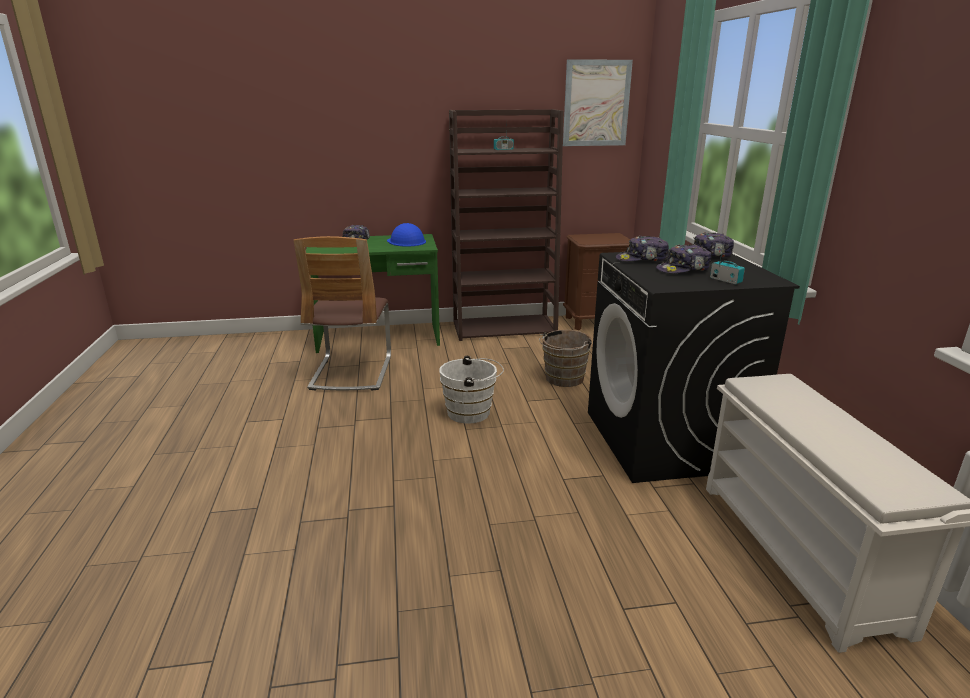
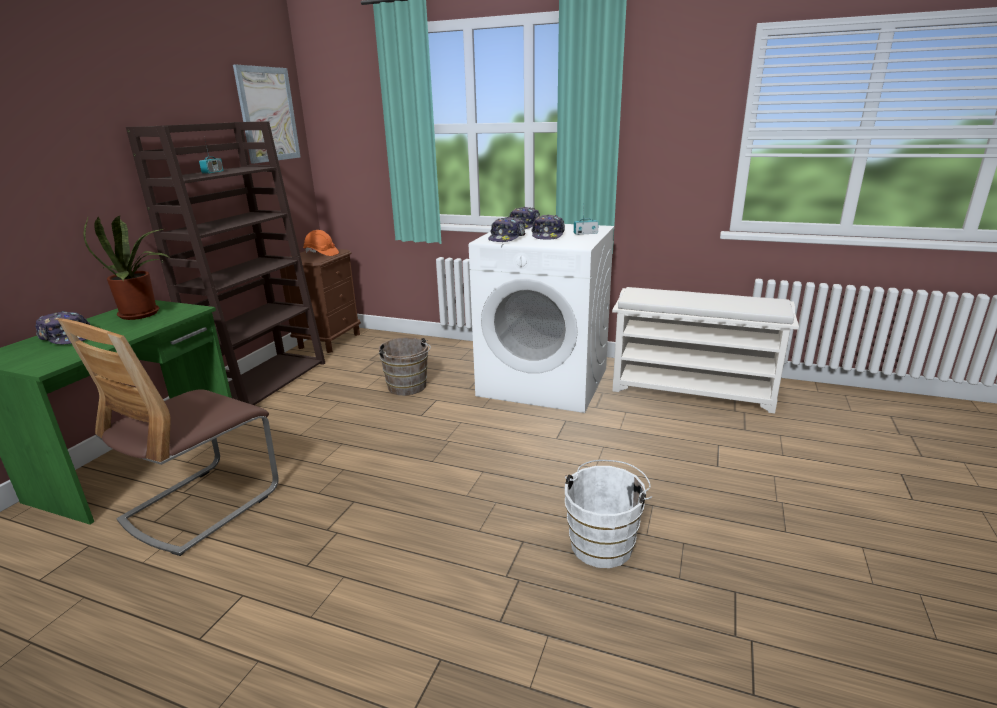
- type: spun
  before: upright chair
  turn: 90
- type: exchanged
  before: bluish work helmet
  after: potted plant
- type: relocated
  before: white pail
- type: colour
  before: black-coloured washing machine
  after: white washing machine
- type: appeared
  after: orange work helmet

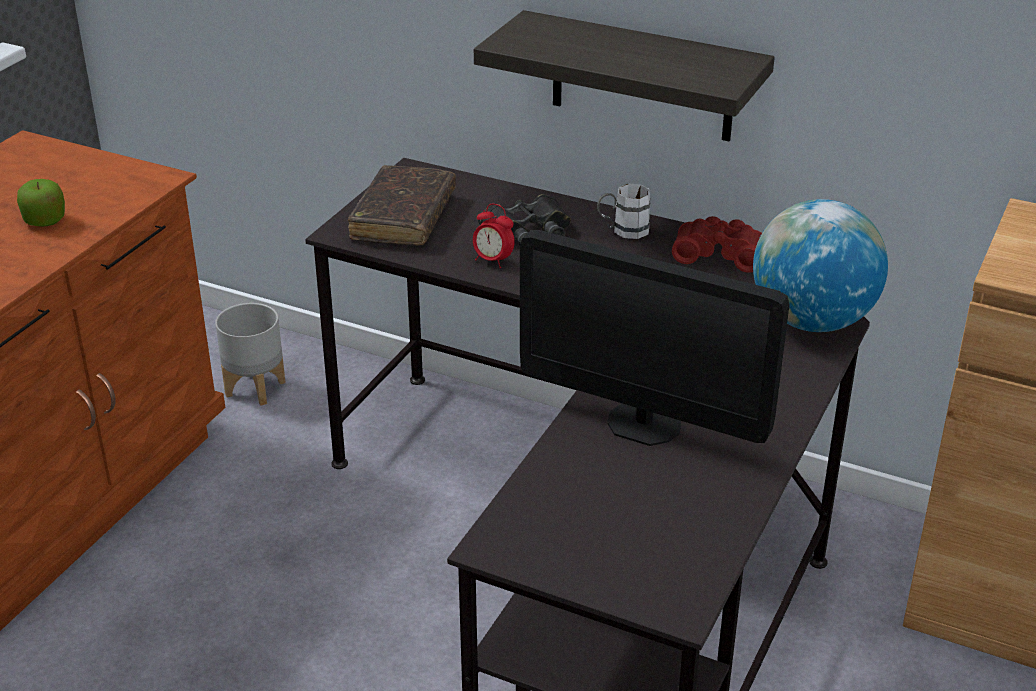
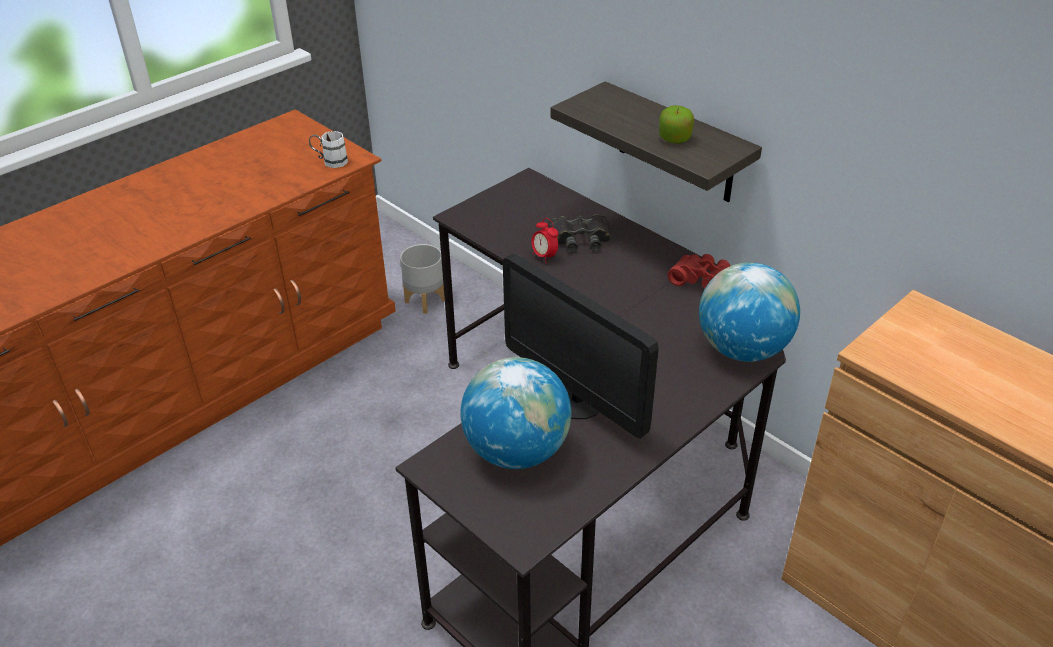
- type: relocated
  before: whole apple
- type: missing
  before: brown volume
- type: relocated
  before: white mug
- type: appeared
  after: globe (no. 1 from left)

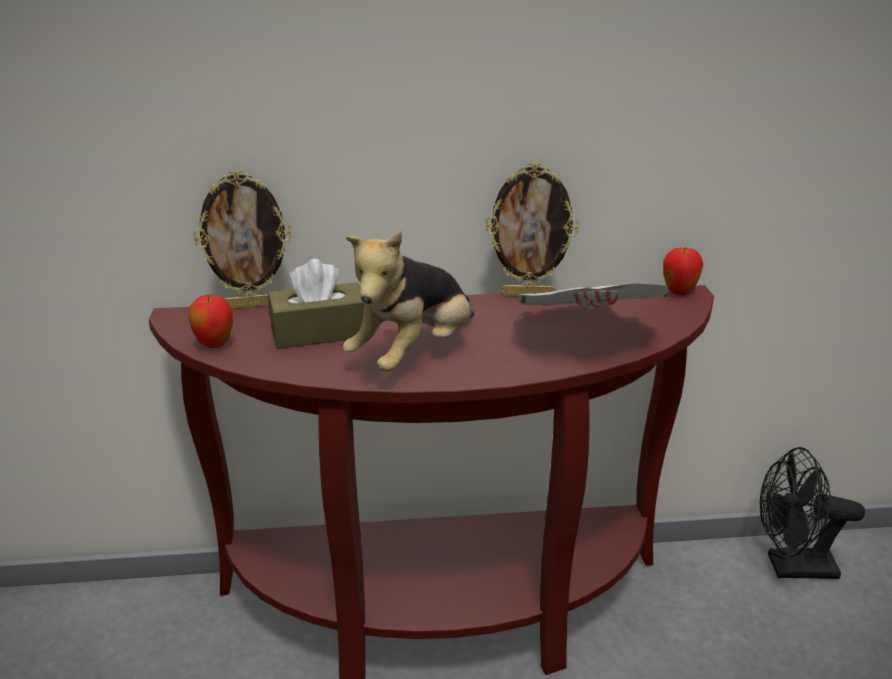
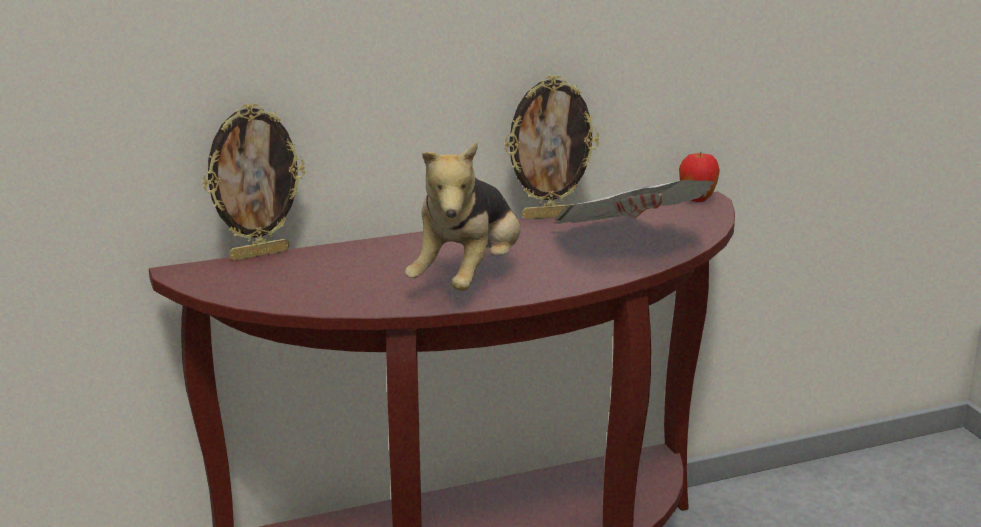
- type: missing
  before: whole apple (no. 1 from left)
- type: missing
  before: brown tissue holder
- type: missing
  before: black-coloured fan

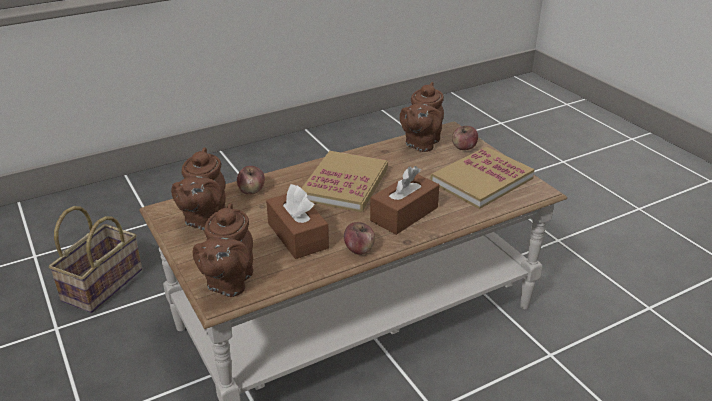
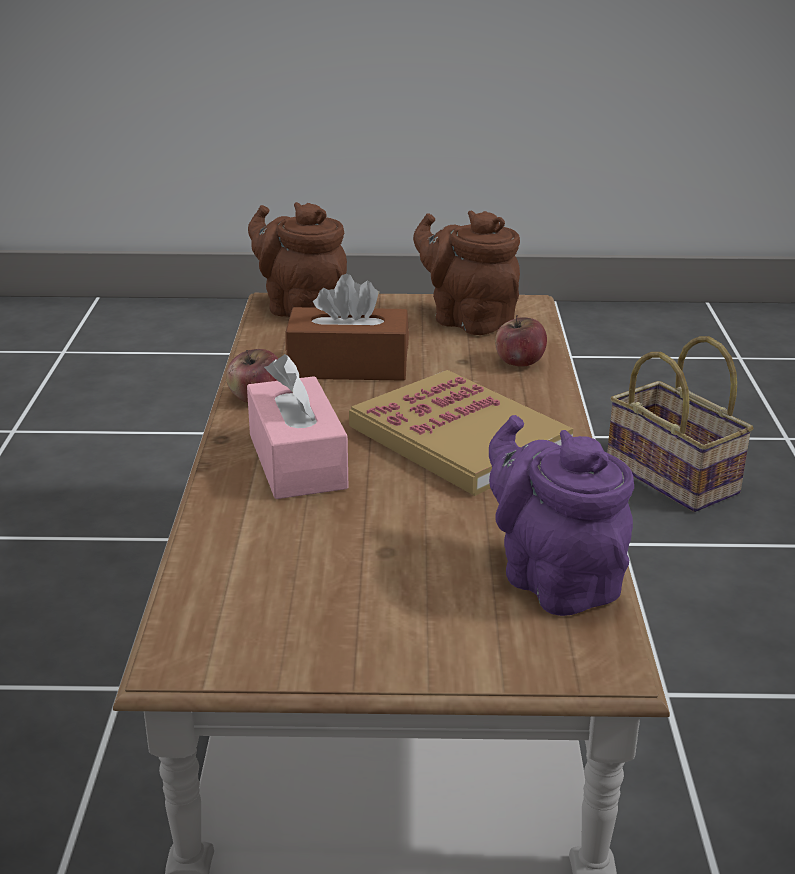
- type: colour
  before: brown tissue holder (no. 2 from left)
  after: pink-coloured tissue holder
- type: colour
  before: brown tea pot (no. 3 from left)
  after: purple tea pot
- type: missing
  before: volume (no. 2 from left)
- type: missing
  before: whole apple (no. 3 from left)

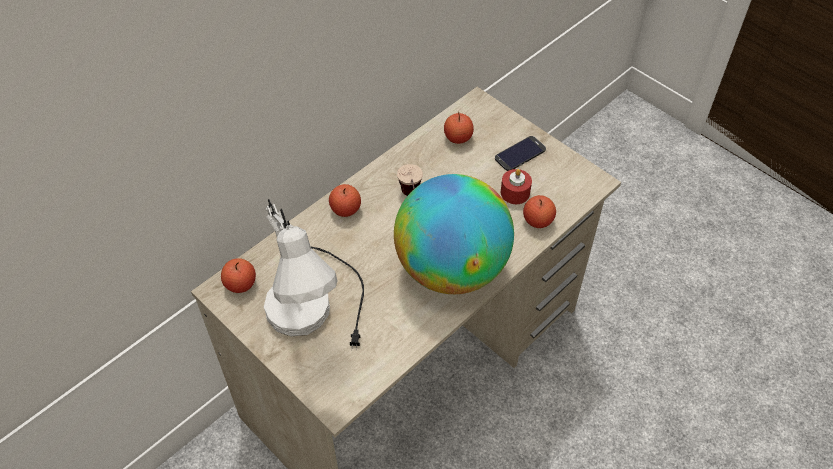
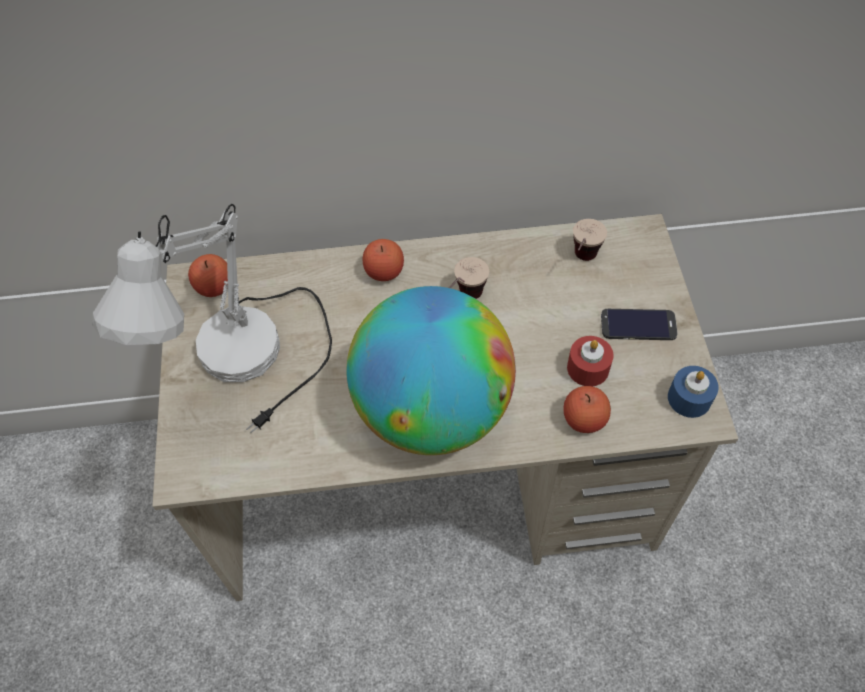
- type: exchanged
  before: whole apple (no. 3 from left)
  after: drinking cup (no. 2 from left)
- type: appeared
  after: bluish wax light

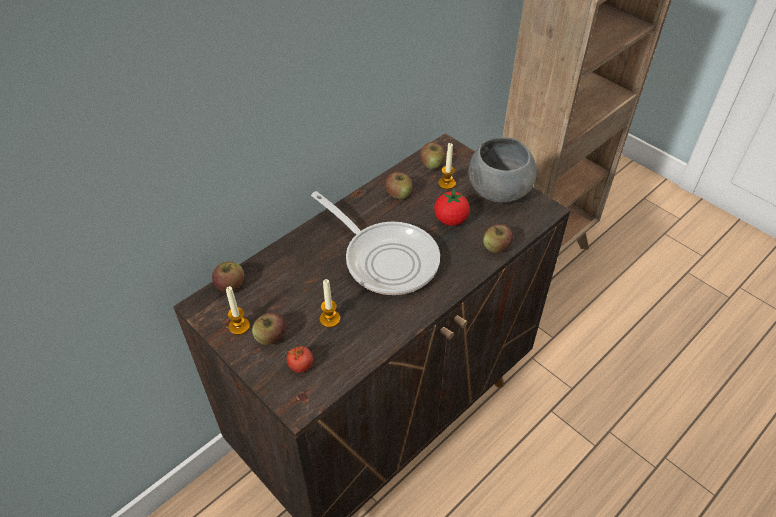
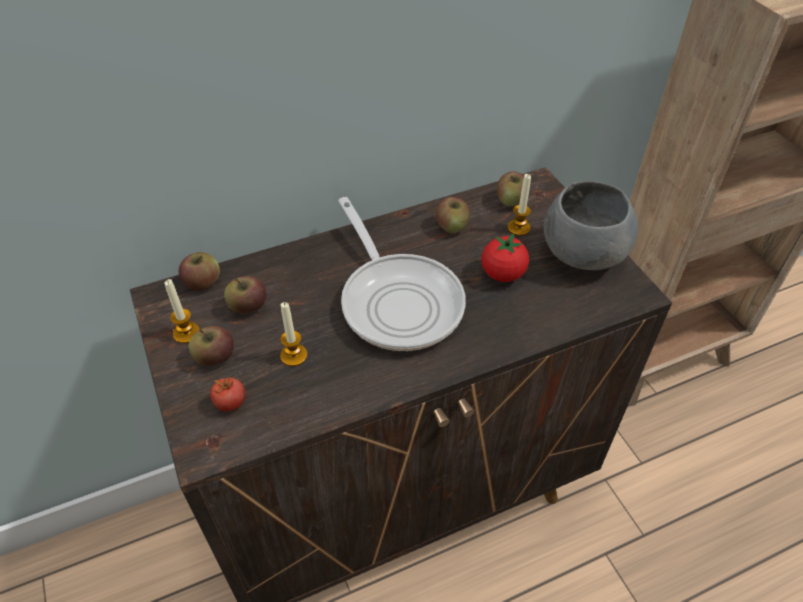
- type: relocated
  before: whole apple (no. 5 from left in the first image)
  after: whole apple (no. 3 from left)

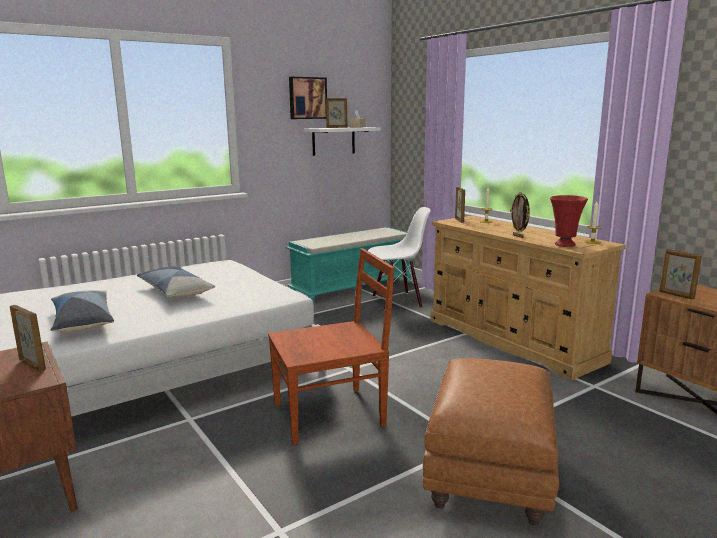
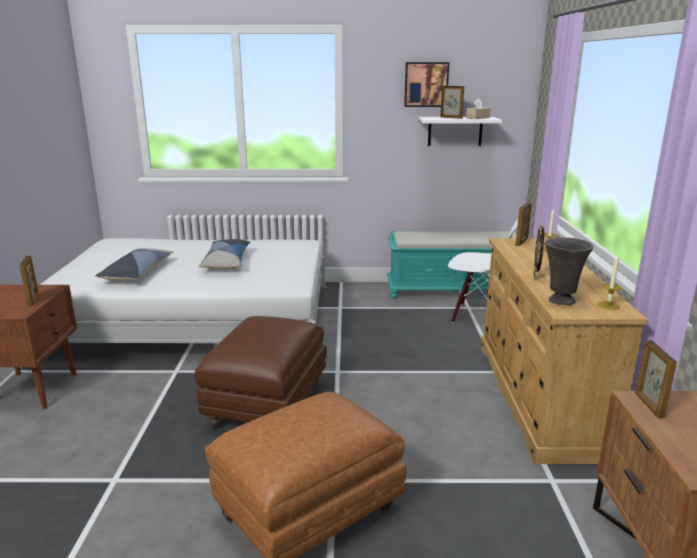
- type: exchanged
  before: brown upright chair
  after: brown pouffe (no. 1 from left)
- type: colour
  before: red-coloured flower vase
  after: gray flower vase

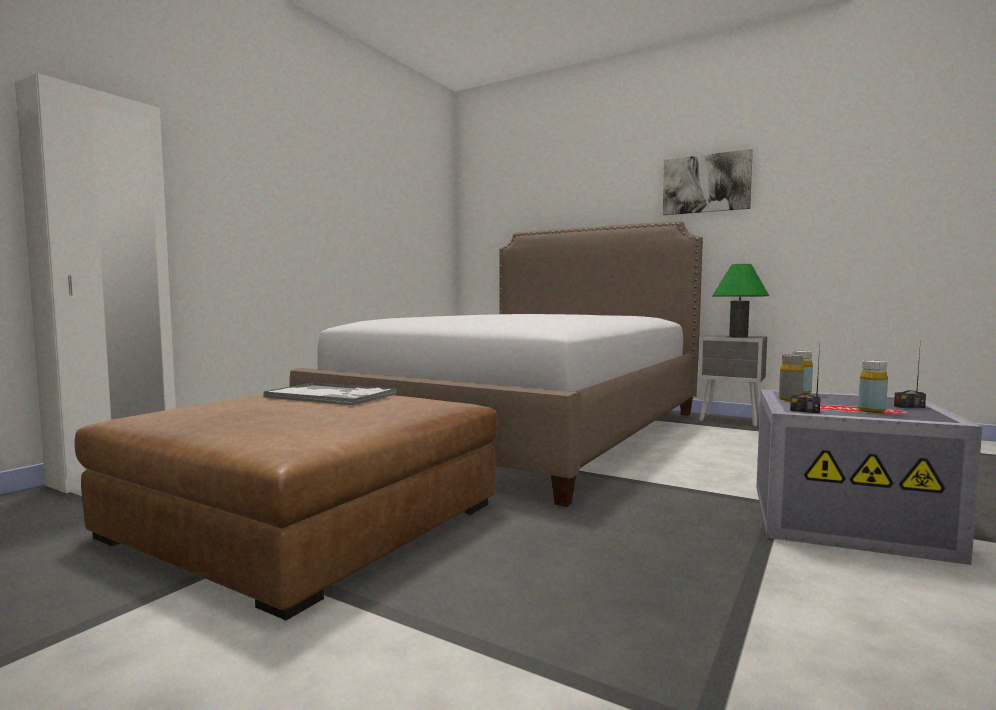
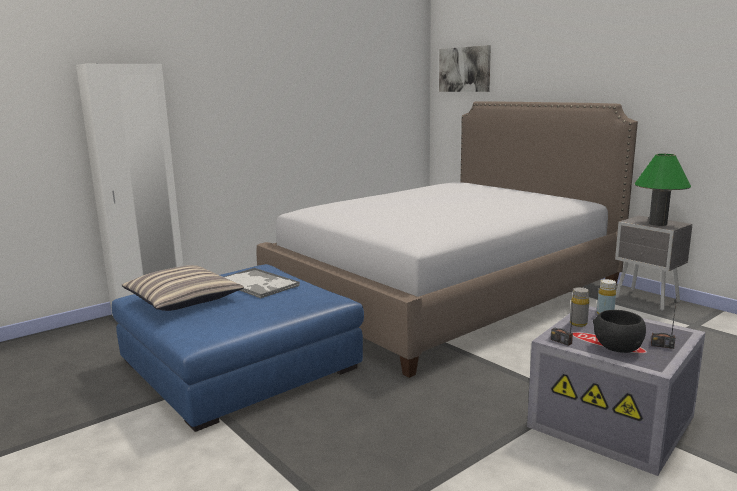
- type: colour
  before: brown pouffe
  after: bluish pouffe
- type: relocated
  before: wall picture
- type: exchanged
  before: yellowish bottle (no. 2 from left)
  after: black-coloured serving bowl
- type: appeared
  after: pillow

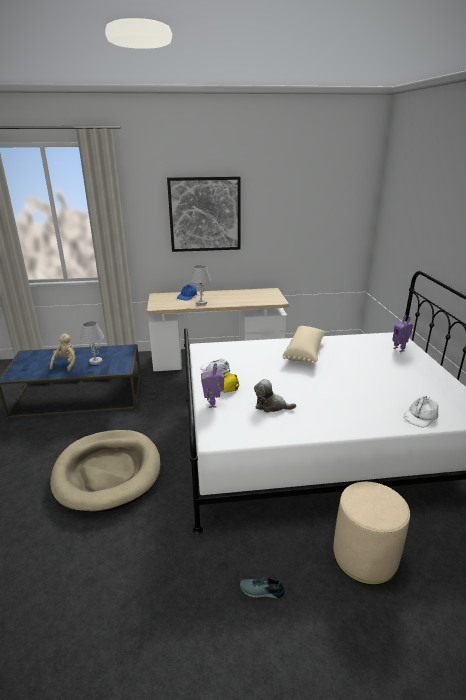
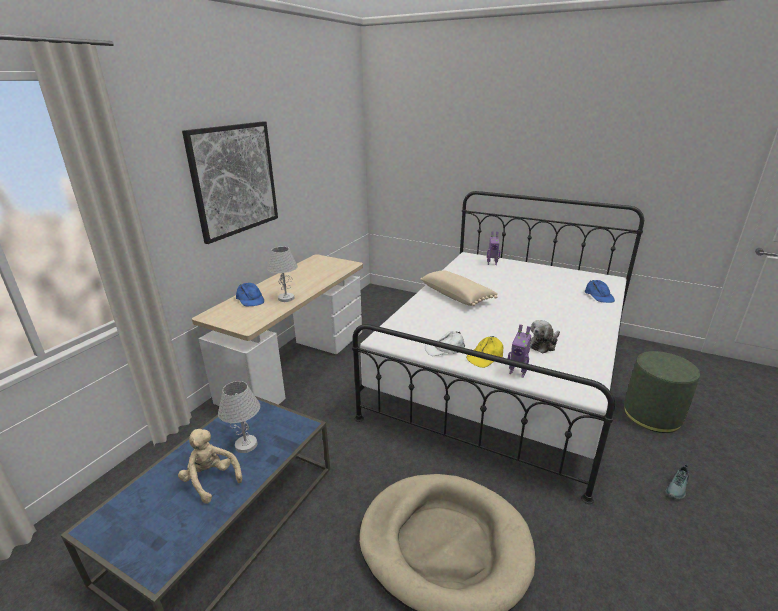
- type: colour
  before: beige pouffe
  after: greenish pouffe
- type: colour
  before: white peaked cap (no. 2 from left)
  after: bluish peaked cap (no. 2 from left)

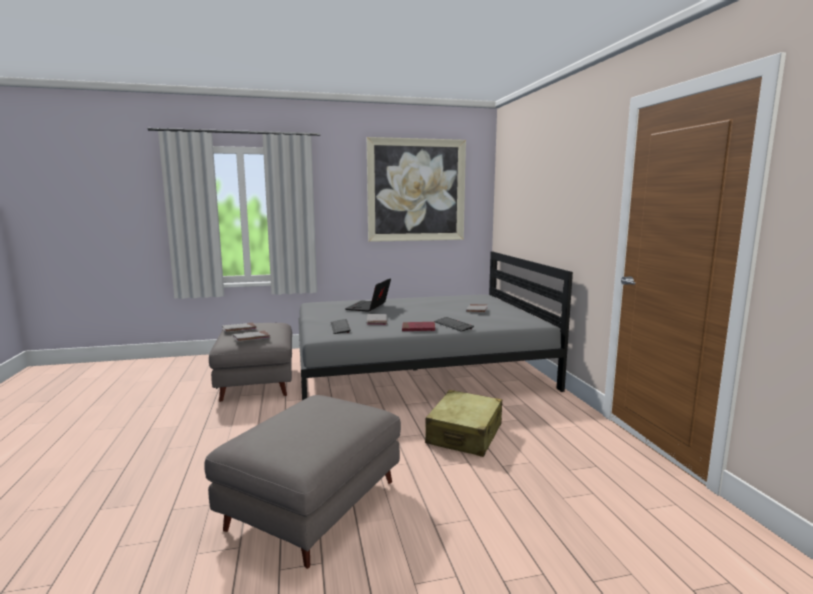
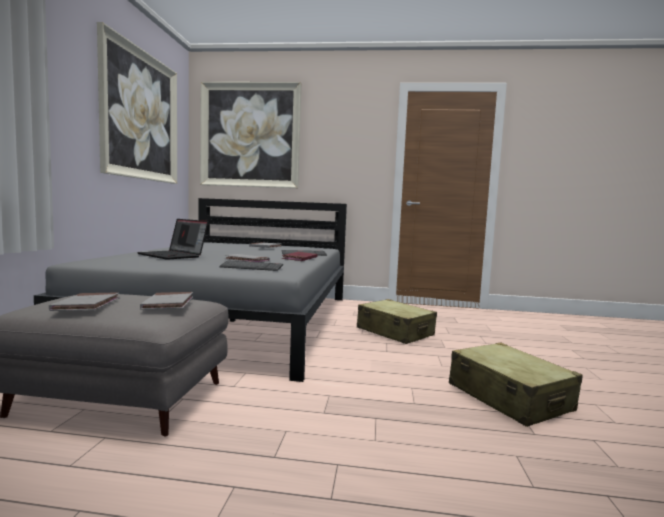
- type: exchanged
  before: gray pouffe (no. 2 from left)
  after: beige travel case (no. 2 from left)
- type: appeared
  after: wall picture (no. 2 from left)

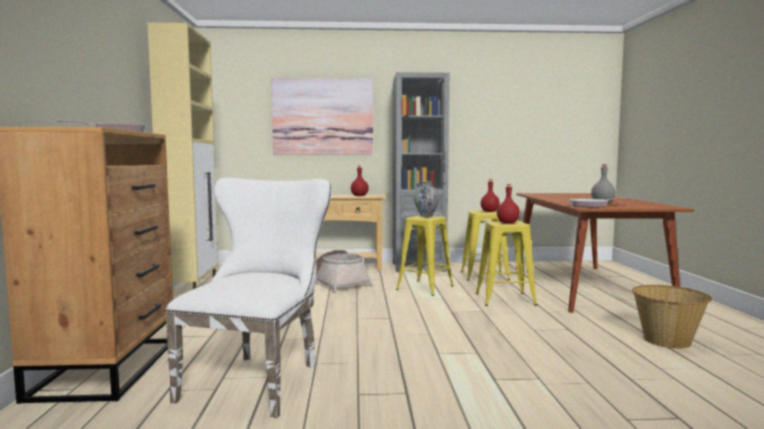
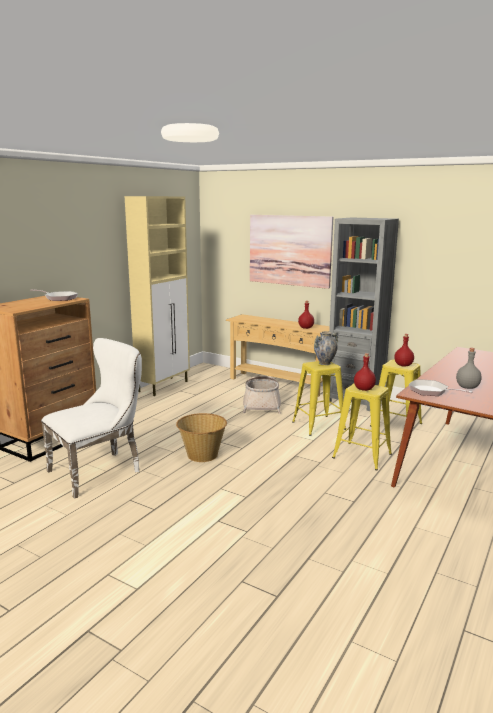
- type: relocated
  before: storage basket (no. 2 from left in the first image)
  after: storage basket (no. 1 from left)

